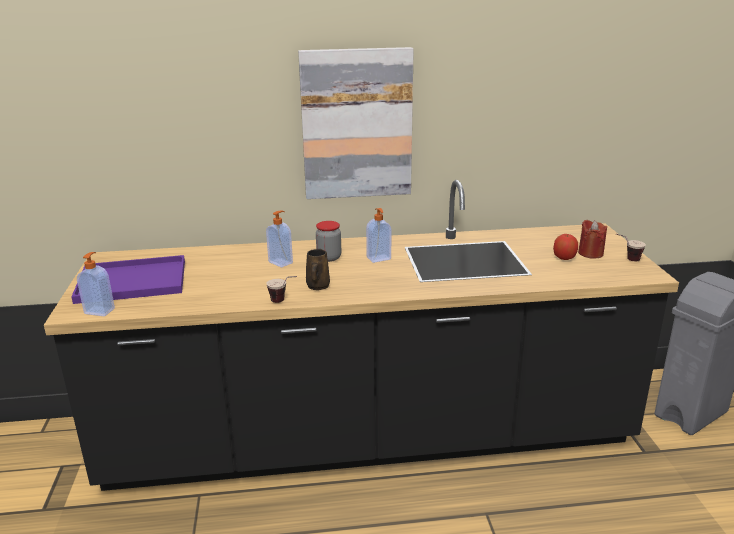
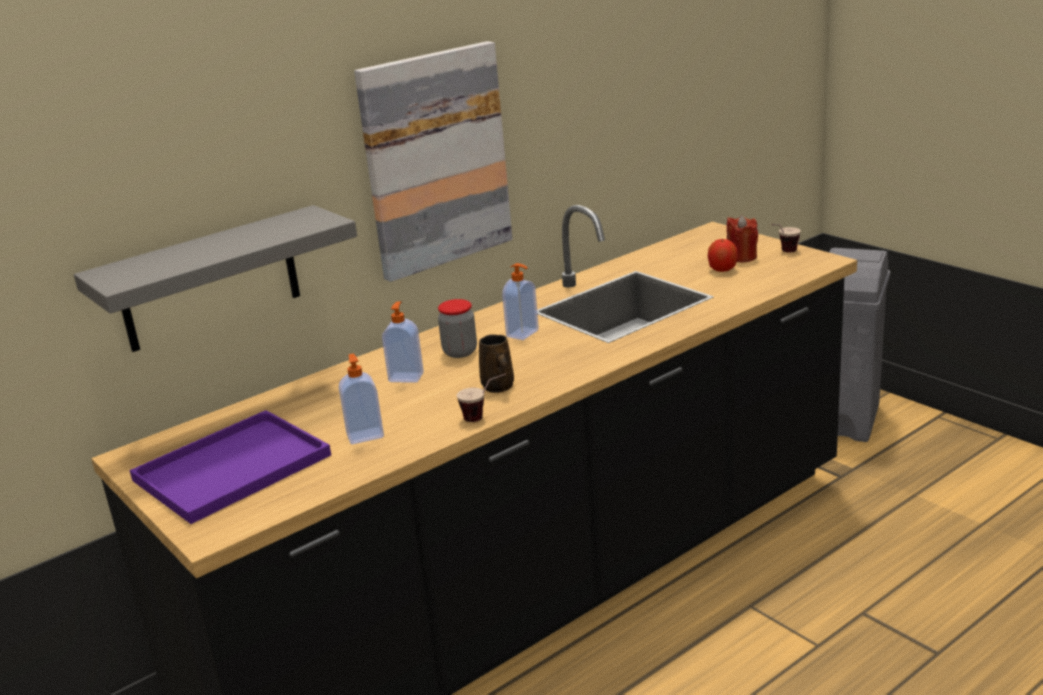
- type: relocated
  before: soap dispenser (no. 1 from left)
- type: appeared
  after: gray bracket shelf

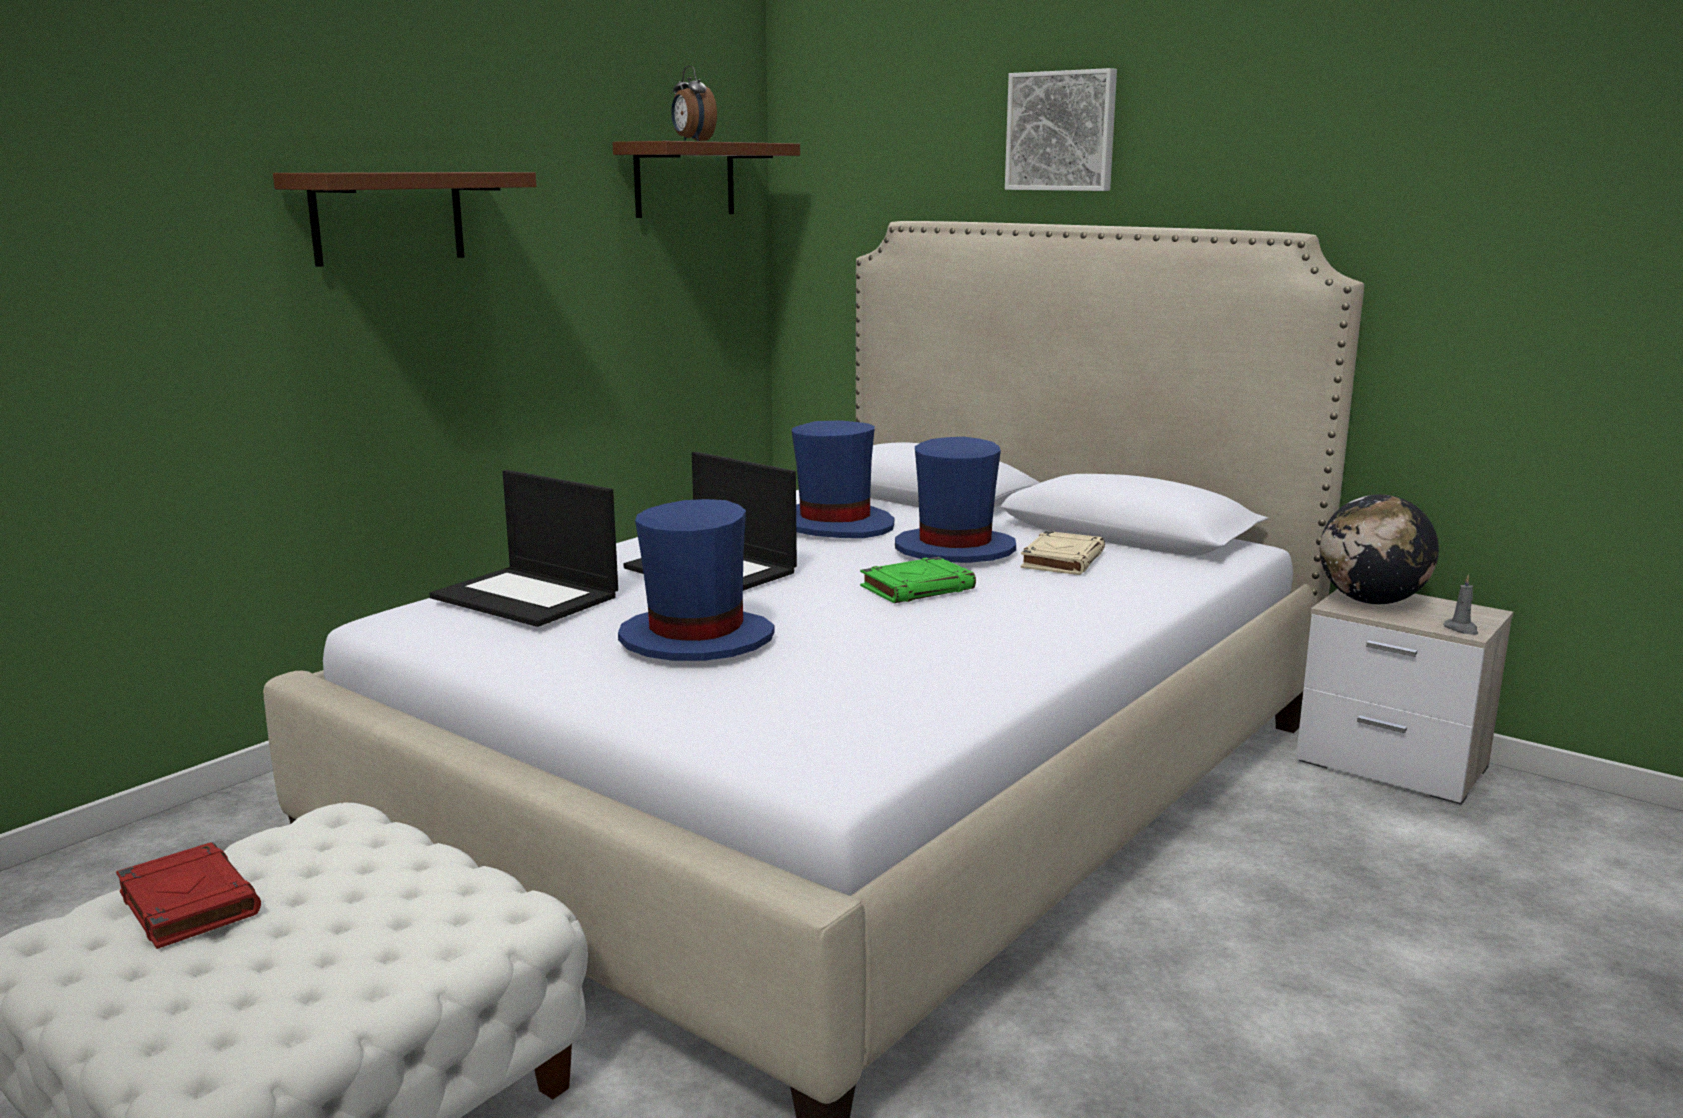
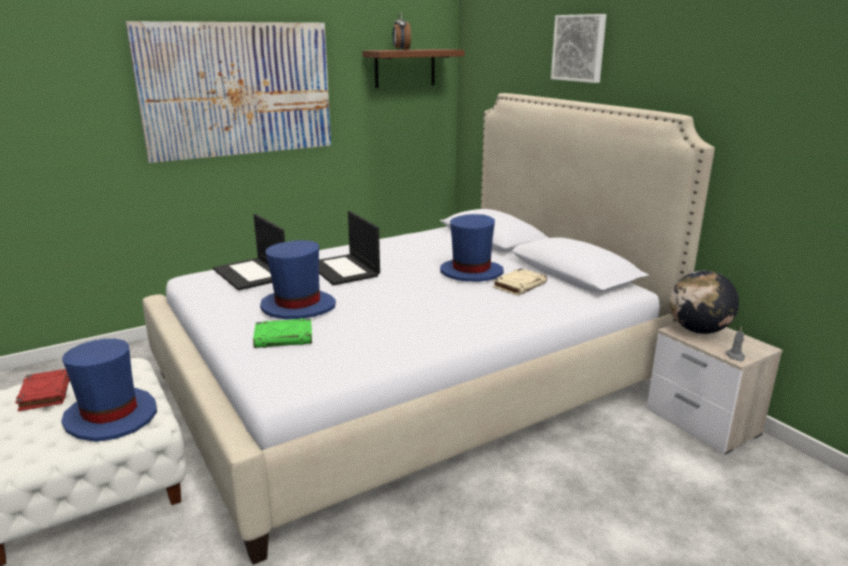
- type: exchanged
  before: brown bracket shelf (no. 1 from left)
  after: wall picture (no. 1 from left)
- type: relocated
  before: bluish hat (no. 2 from left in the first image)
  after: bluish hat (no. 1 from left)
- type: relocated
  before: greenish volume

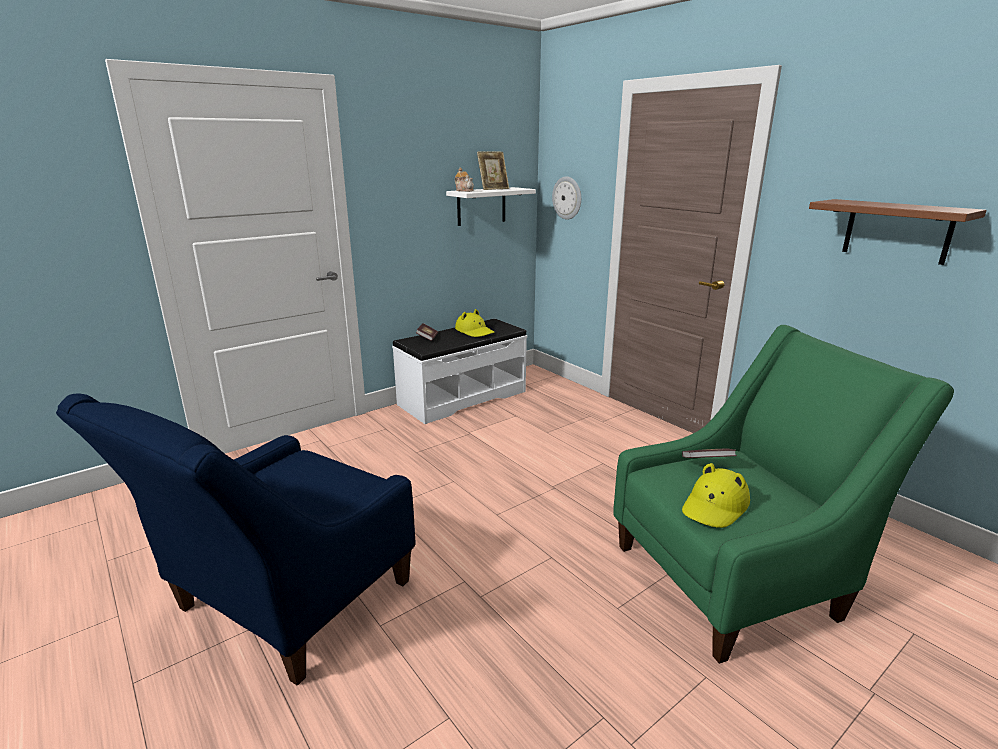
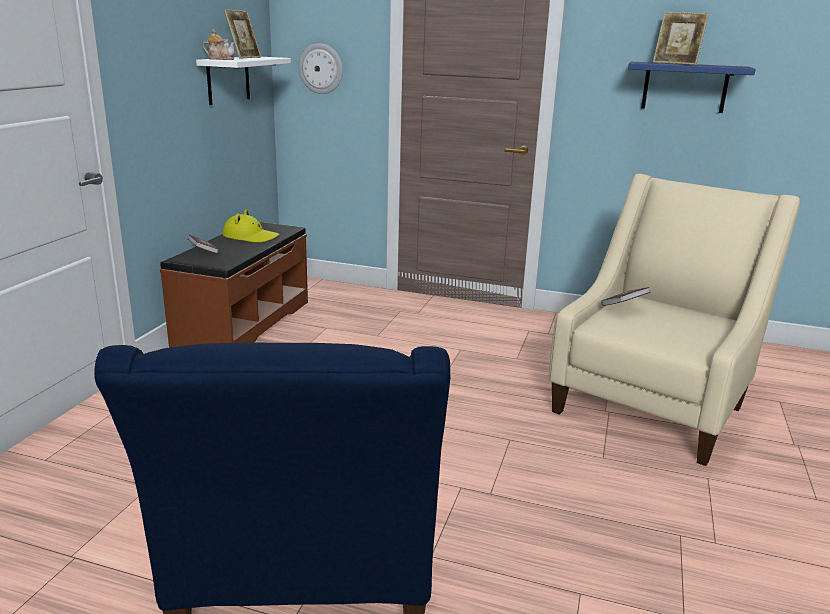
- type: colour
  before: white indoor bench
  after: brown indoor bench
- type: colour
  before: greenish lounge chair
  after: beige lounge chair
- type: missing
  before: yellowish hat (no. 2 from left)
- type: colour
  before: brown bracket shelf
  after: bluish bracket shelf
- type: appeared
  after: photo frame (no. 2 from left)

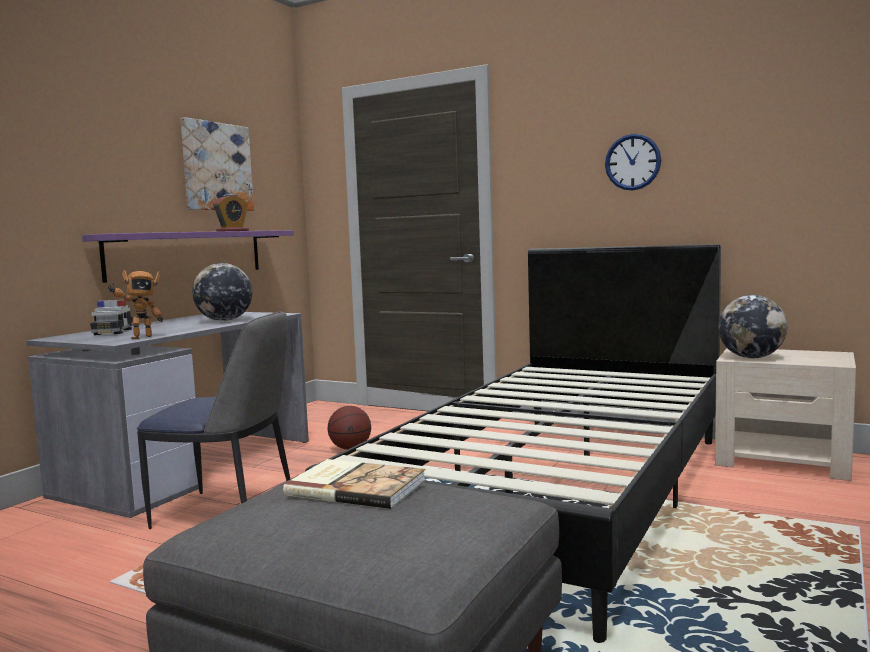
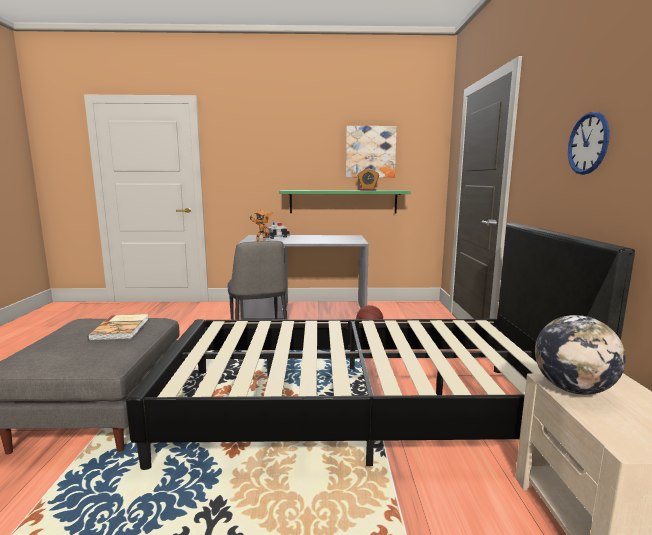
- type: colour
  before: purple bracket shelf
  after: greenish bracket shelf
- type: missing
  before: globe (no. 1 from left)

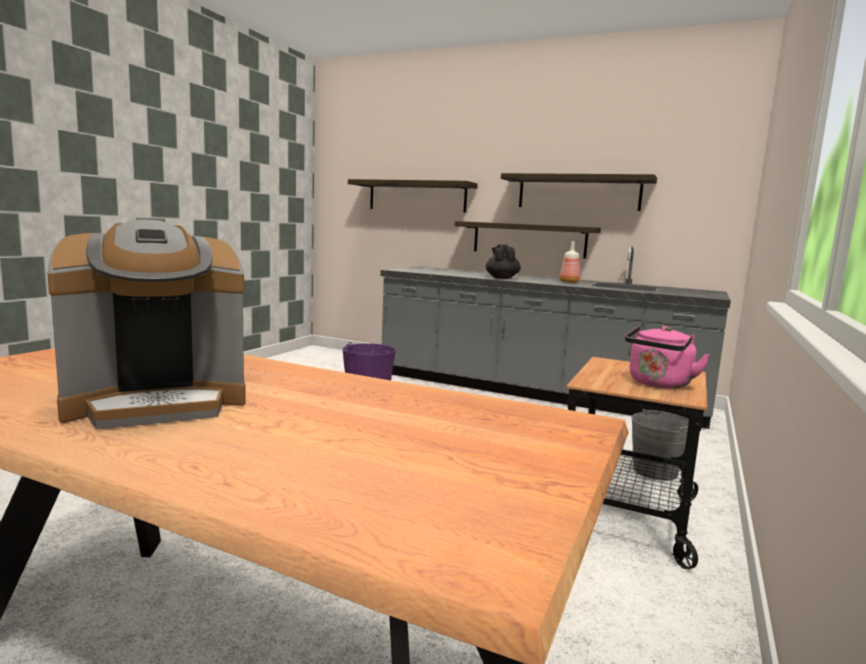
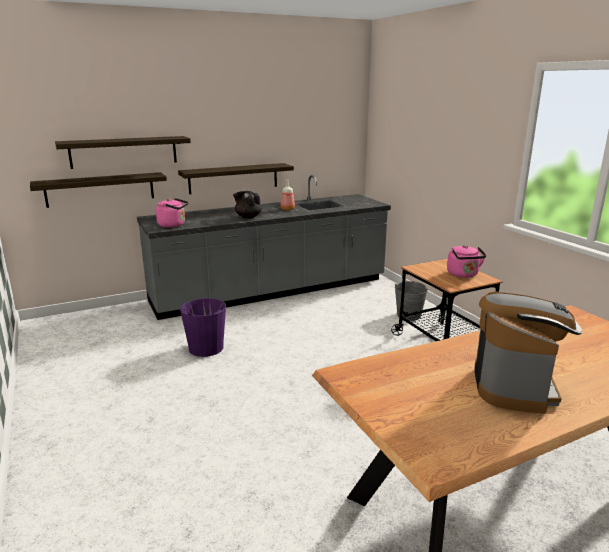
- type: relocated
  before: bracket shelf (no. 3 from left in the first image)
  after: bracket shelf (no. 1 from left)
- type: appeared
  after: pink-coloured water kettle (no. 1 from left)

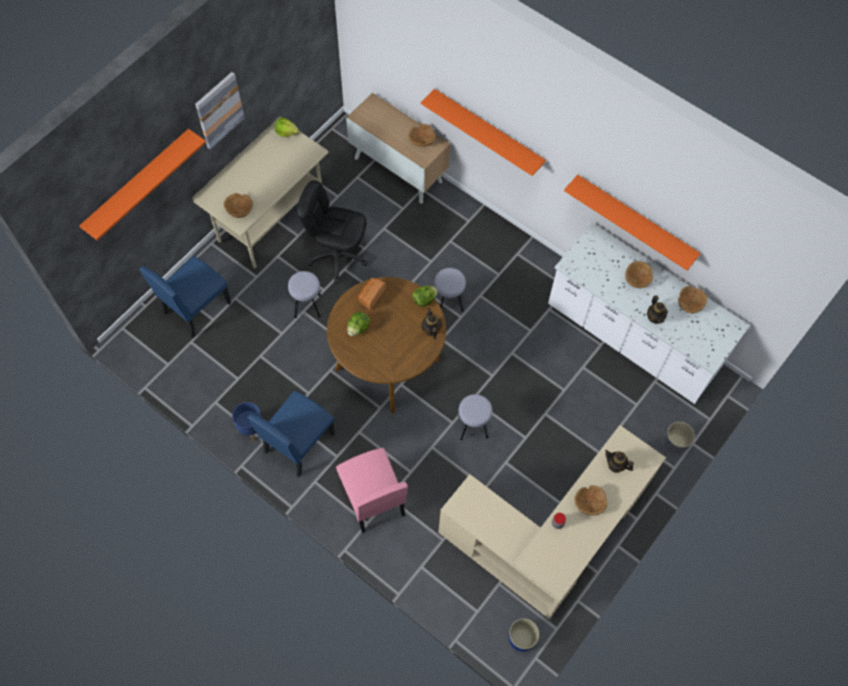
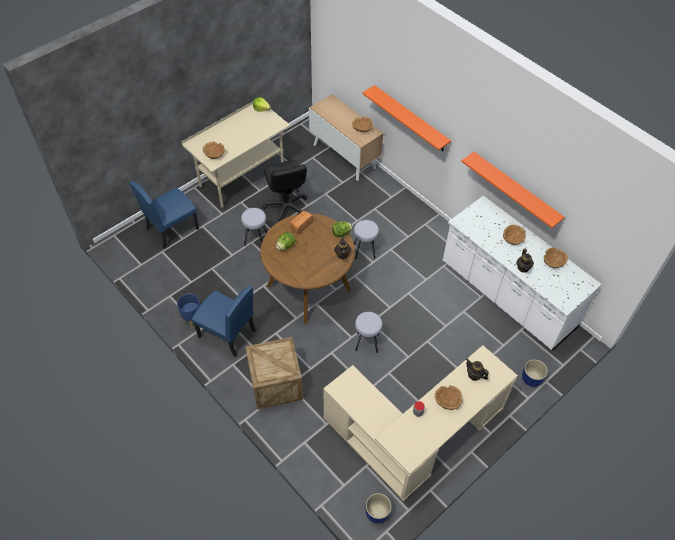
- type: missing
  before: orange bracket shelf (no. 1 from left)
- type: missing
  before: wall picture
- type: spun
  before: bluish upright chair (no. 2 from left)
  turn: -105
- type: spun
  before: black-coloured desk chair
  turn: -135
- type: exchanged
  before: pink-coloured upright chair
  after: packing crate
- type: colour
  before: gray planter
  after: bluish planter (no. 3 from left)

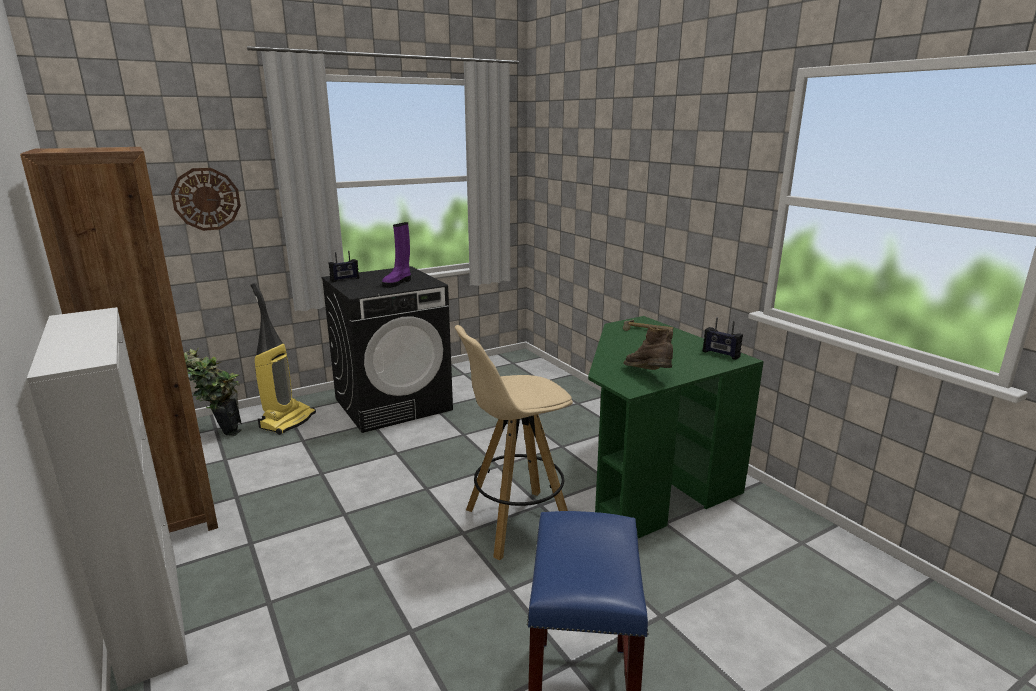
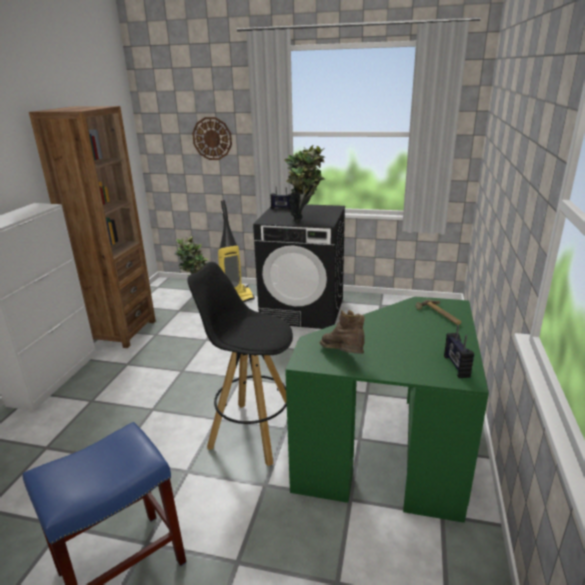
- type: exchanged
  before: purple high-top boot
  after: potted plant (no. 2 from left)
- type: colour
  before: beige stool seat
  after: black-coloured stool seat
- type: spun
  before: brown high-top boot
  turn: -45

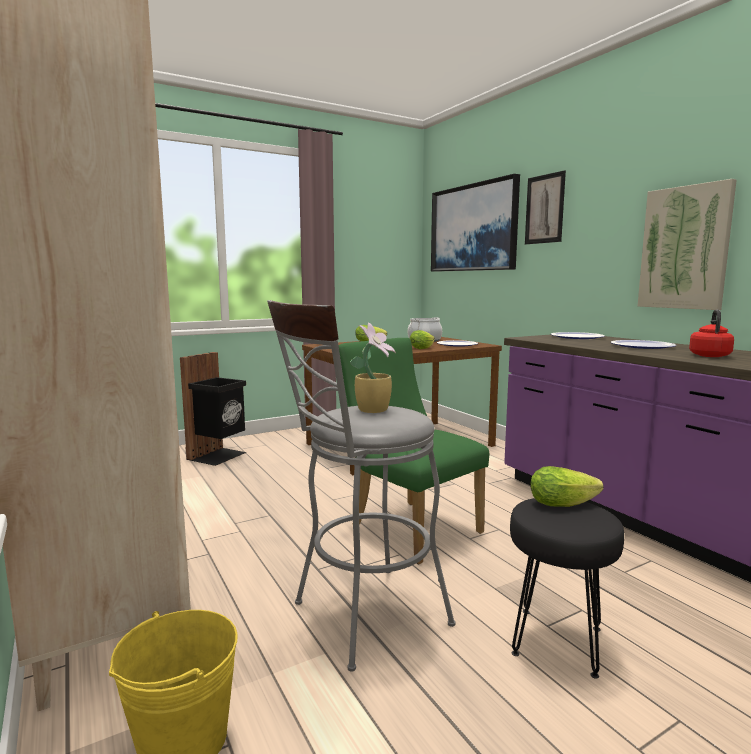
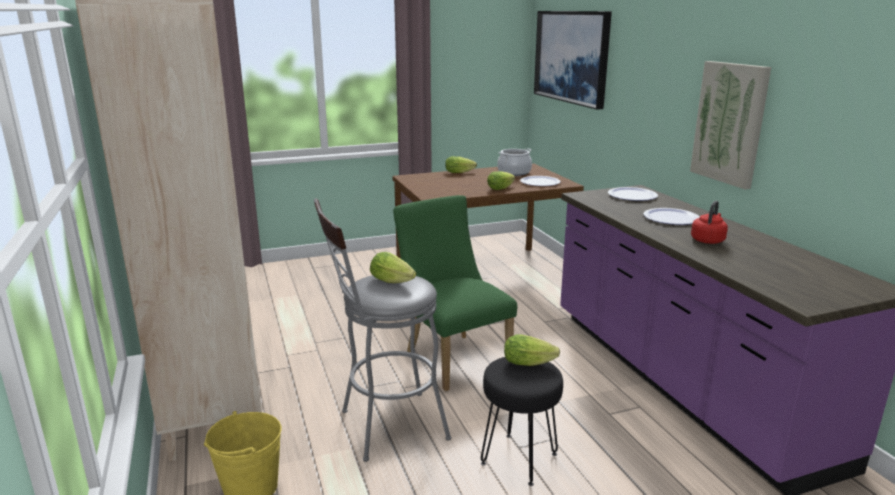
- type: missing
  before: black-coloured trash can
- type: exchanged
  before: potted plant
  after: lettuce head (no. 1 from left)
- type: missing
  before: wall picture (no. 2 from left)

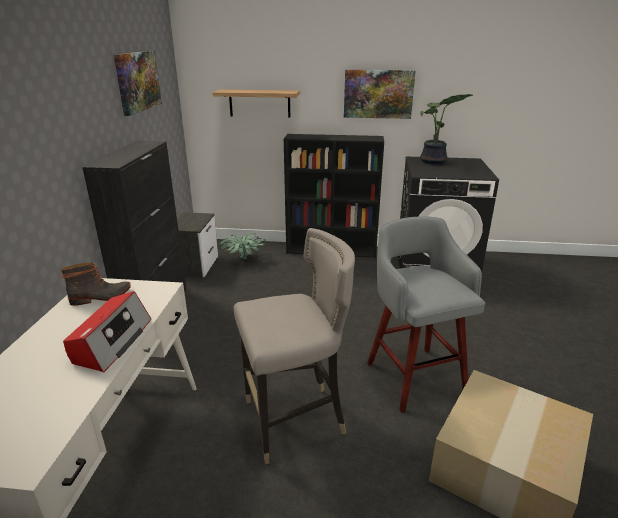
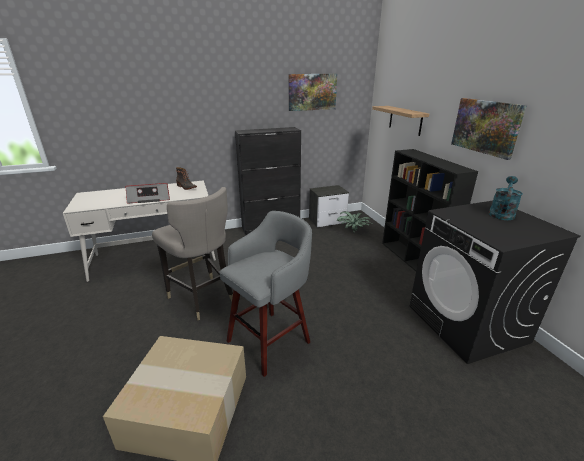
- type: exchanged
  before: potted plant (no. 2 from left)
  after: turquoise sprinkling can

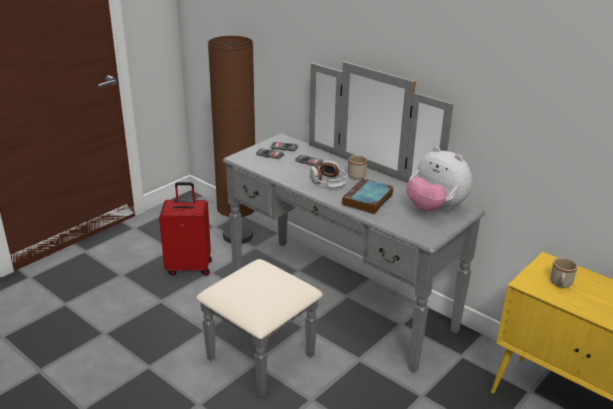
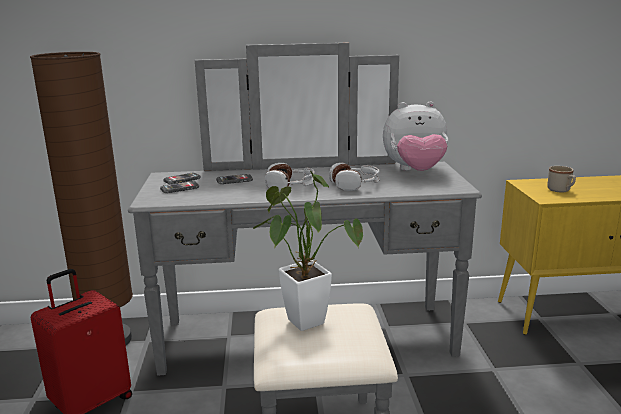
- type: exchanged
  before: volume
  after: pair of headphones (no. 2 from left)
- type: missing
  before: beige mug (no. 1 from left)
- type: appeared
  after: potted plant

